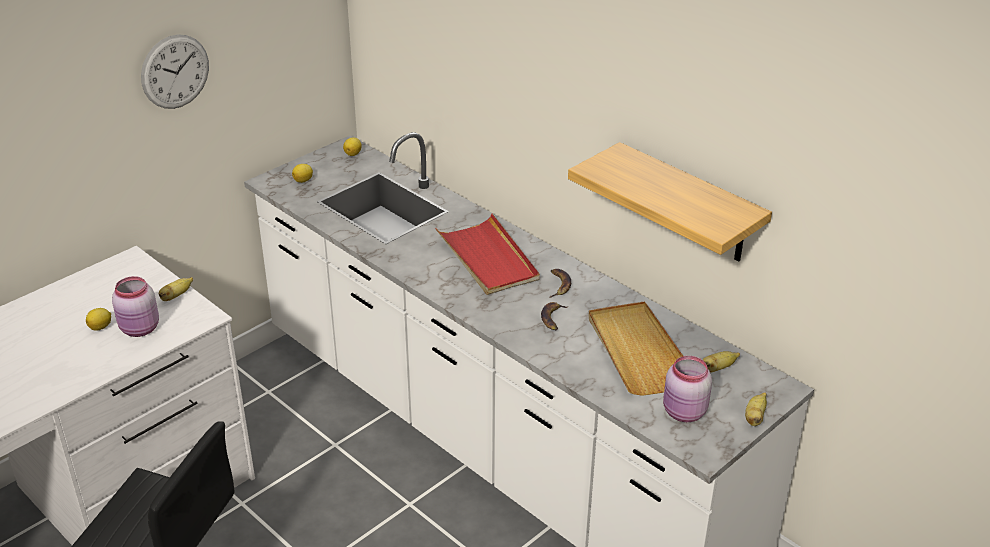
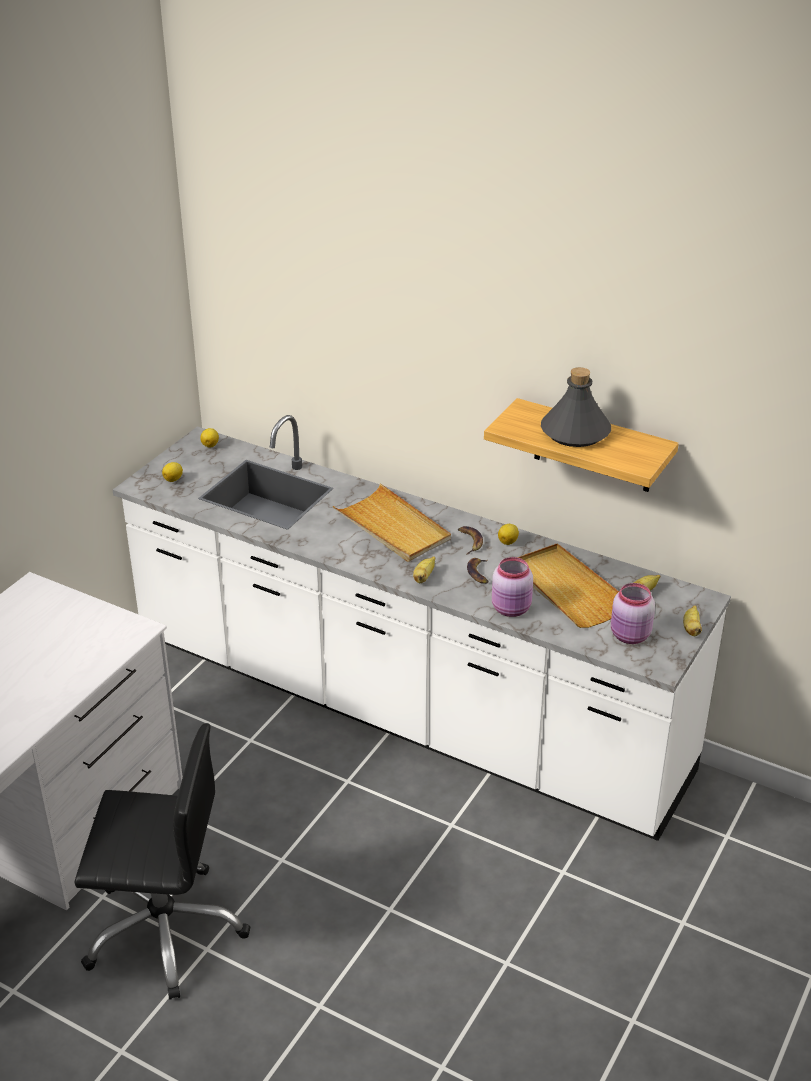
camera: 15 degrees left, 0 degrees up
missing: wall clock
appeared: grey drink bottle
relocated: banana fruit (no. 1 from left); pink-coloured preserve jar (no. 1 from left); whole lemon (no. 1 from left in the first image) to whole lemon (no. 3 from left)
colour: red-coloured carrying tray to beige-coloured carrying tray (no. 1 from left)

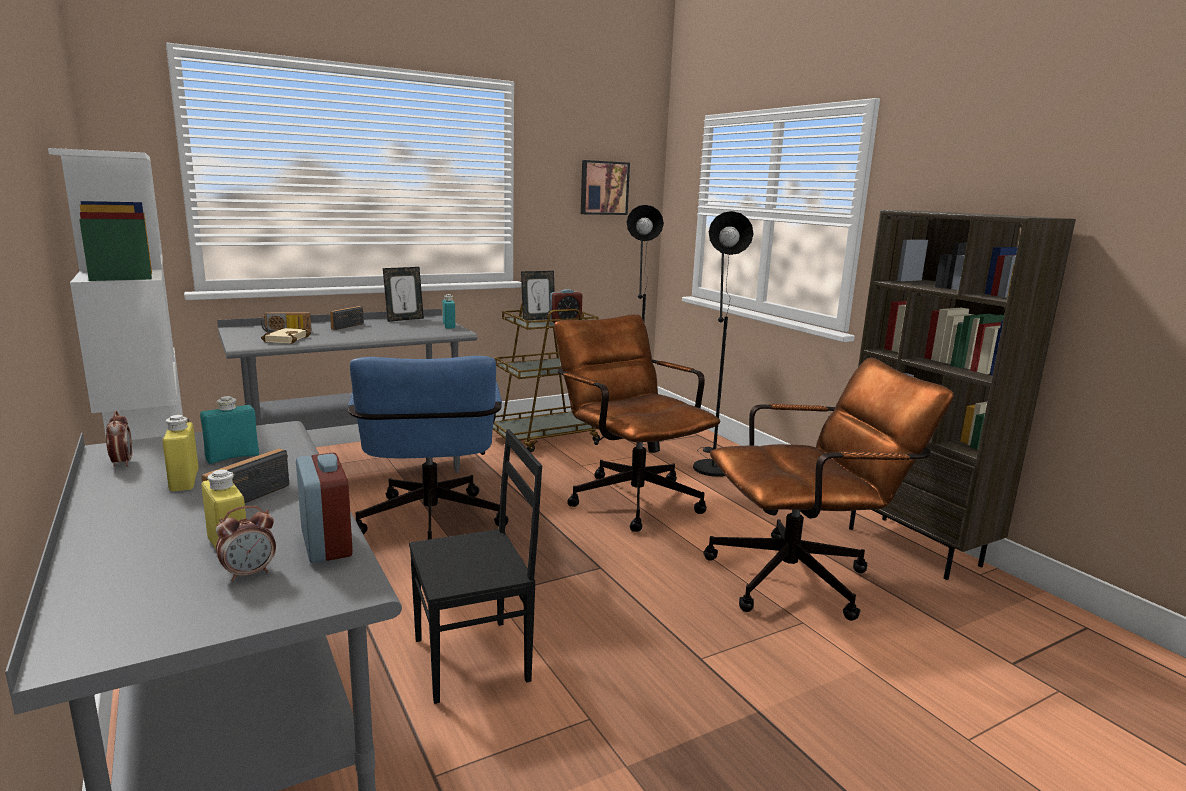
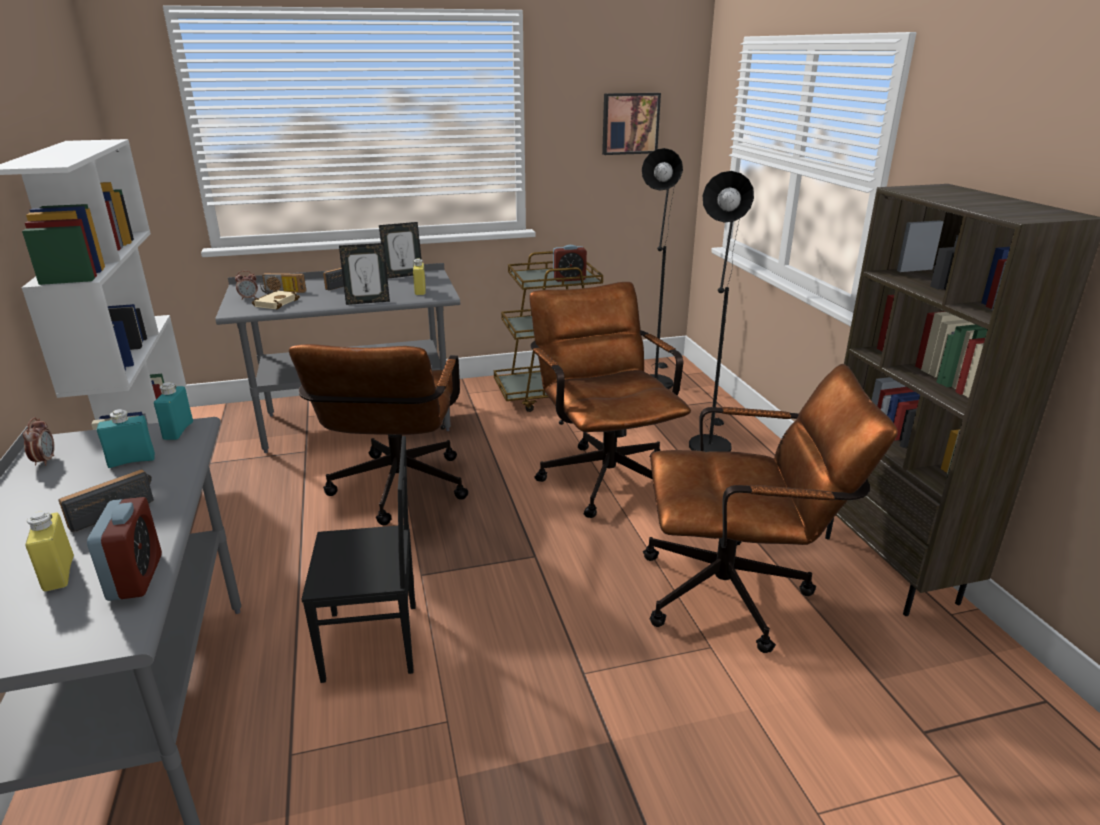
camera: 15 degrees right, 10 degrees up
relocated: blue-green drink bottle (no. 2 from left); bedside clock (no. 2 from left in the first image) to bedside clock (no. 3 from left); standing frame (no. 2 from left in the first image) to standing frame (no. 1 from left); yellow-coloured drink bottle (no. 1 from left in the first image) to yellow-coloured drink bottle (no. 2 from left)
colour: bluish desk chair to brown desk chair (no. 1 from left)

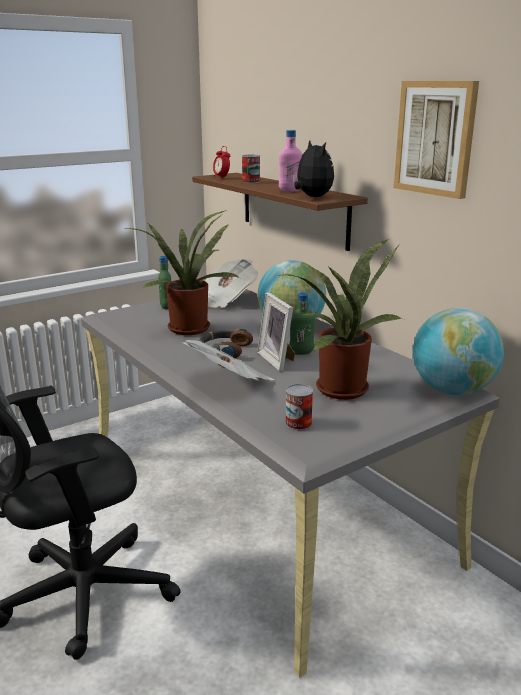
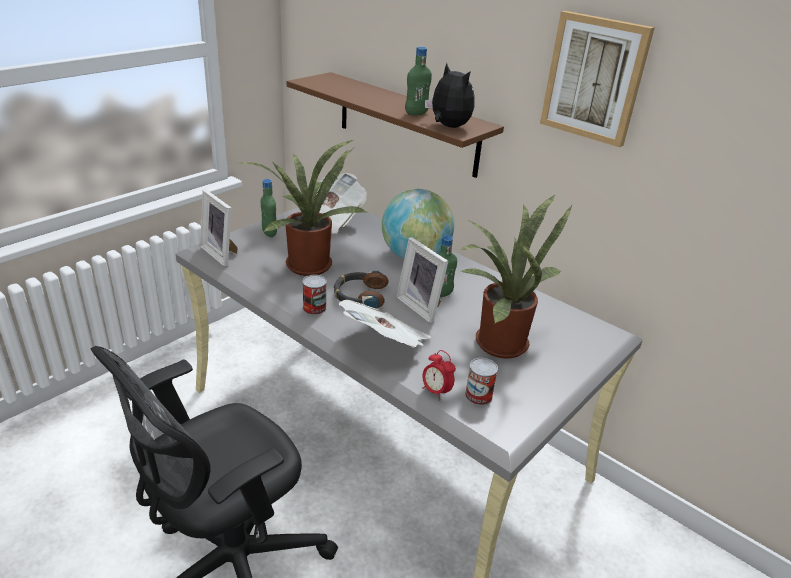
camera: 15 degrees left, 10 degrees up
missing: world globe (no. 2 from left)
appeared: standing frame (no. 1 from left)
relocated: sealed can (no. 1 from left); bedside clock
colour: pink-coloured drink bottle to green-coloured drink bottle (no. 2 from left)

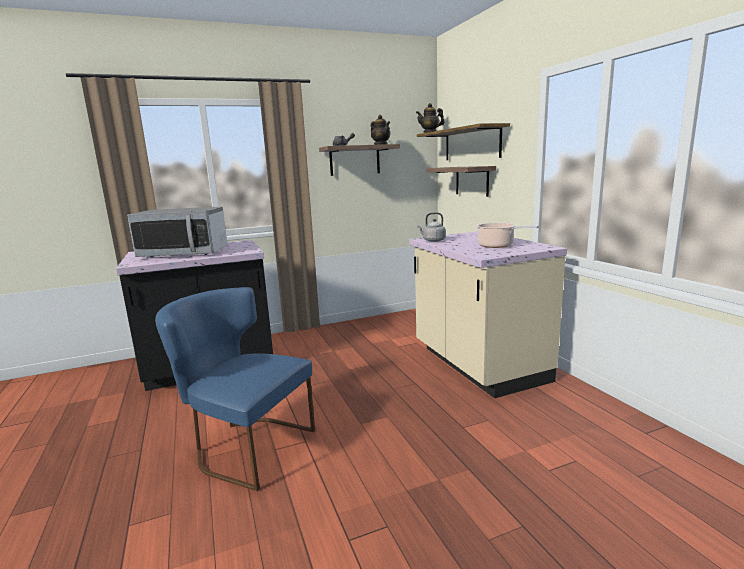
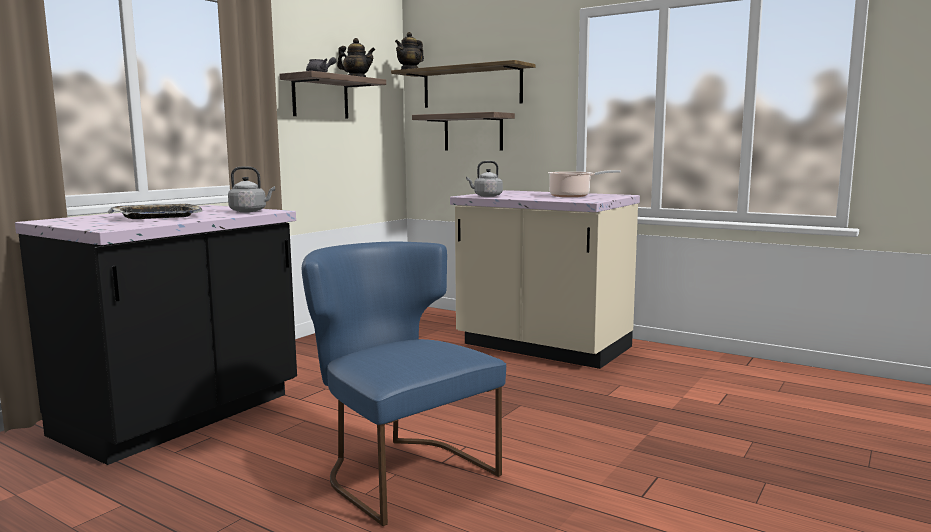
camera: 35 degrees left, 5 degrees down
appeared: grey water kettle (no. 1 from left)
exchanged: microwave oven to carrying tray
spun: bluish upright chair 60 degrees clockwise

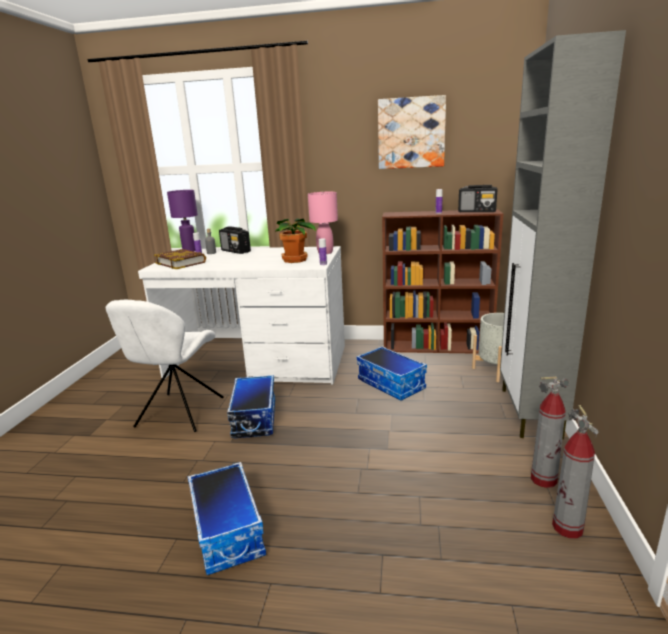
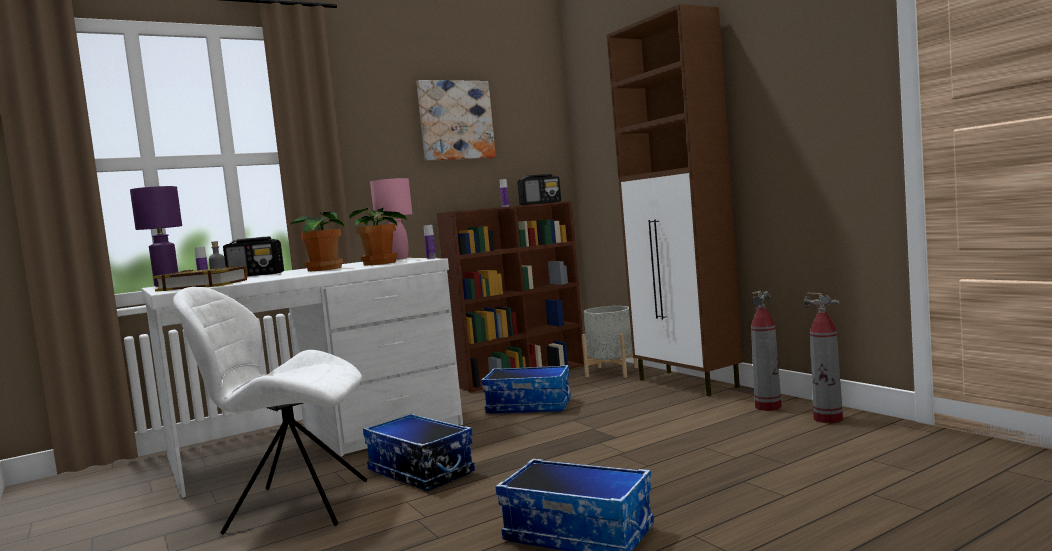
camera: 40 degrees left, 15 degrees down
appeared: houseplant (no. 1 from left)
colour: grey storage cabinet to brown storage cabinet
spun: white upright chair 120 degrees clockwise

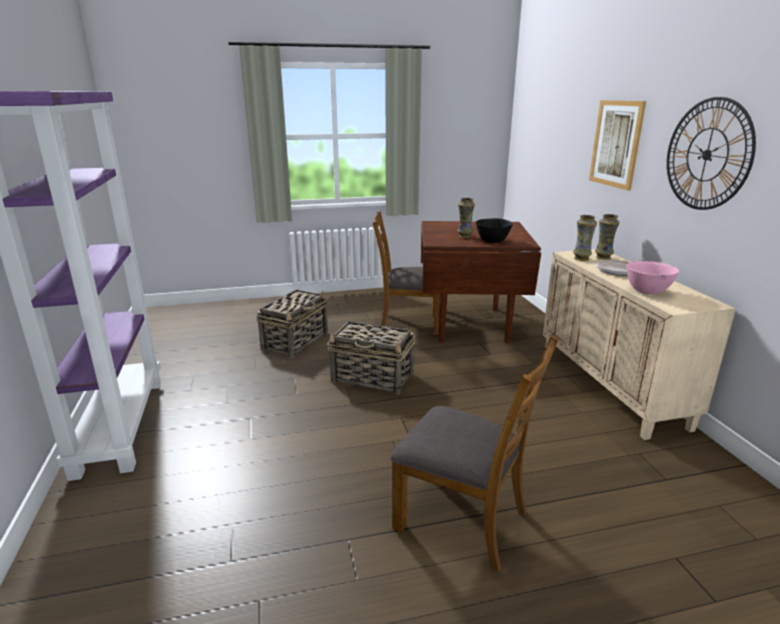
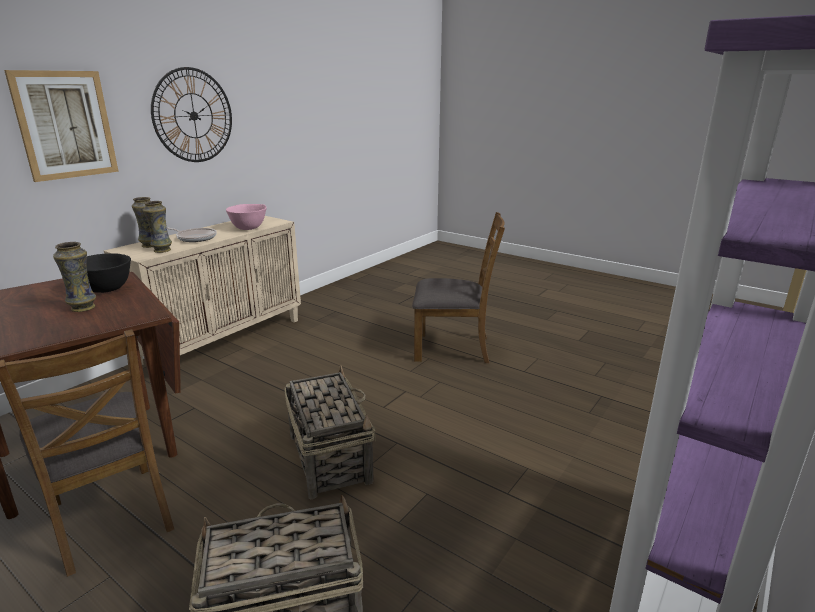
camera: 130 degrees left, 0 degrees up
spun: brown upright chair (no. 2 from left) 105 degrees clockwise

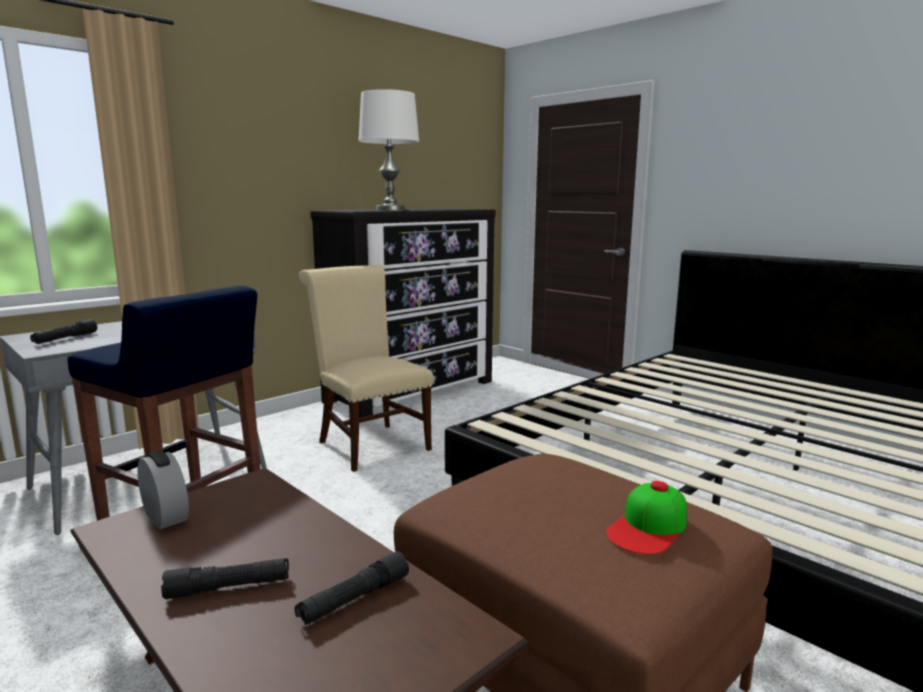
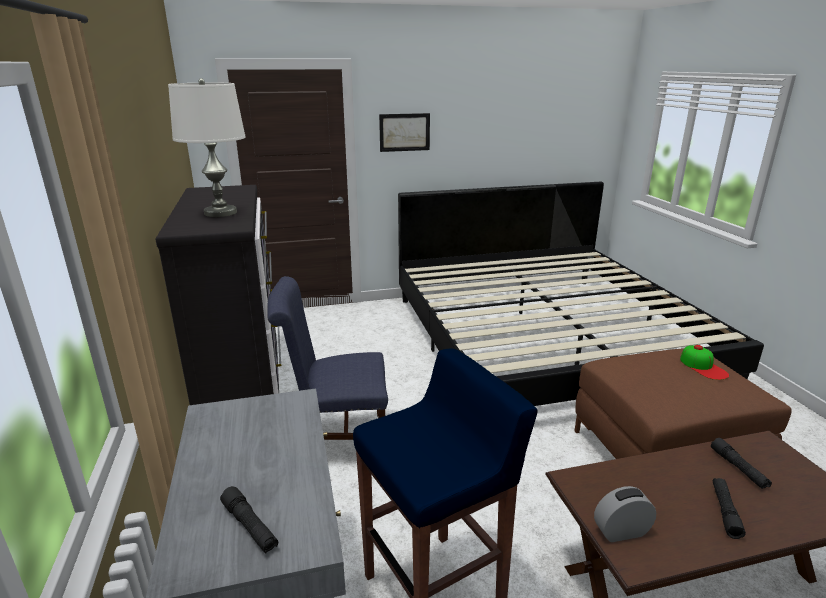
camera: 60 degrees left, 10 degrees up
appeared: picture
colour: beige-coloured upright chair to bluish upright chair

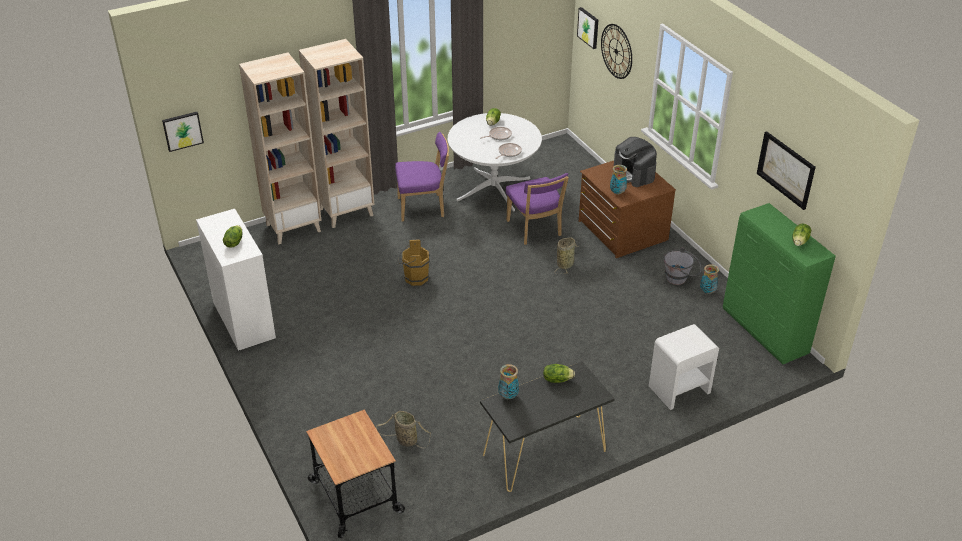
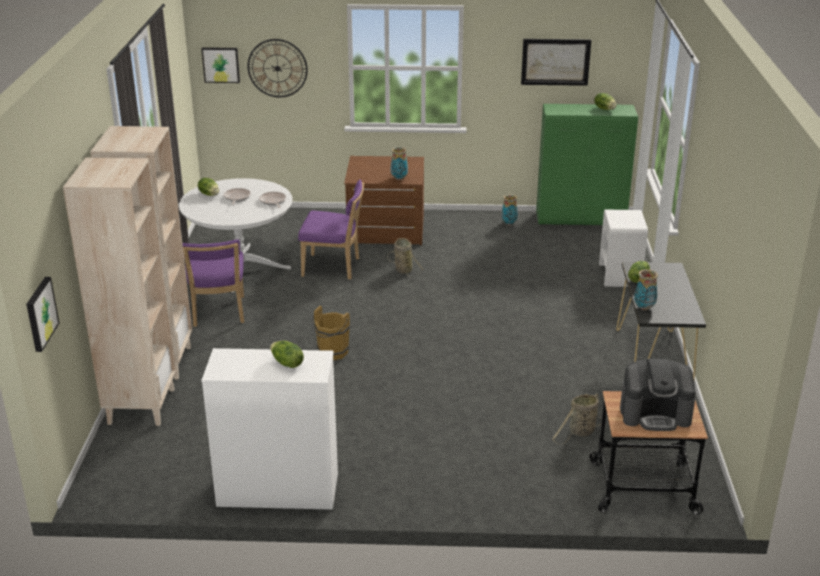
camera: 60 degrees left, 10 degrees down
missing: grey water bucket
relocated: coffee machine
spun: purple upright chair (no. 1 from left) 150 degrees clockwise

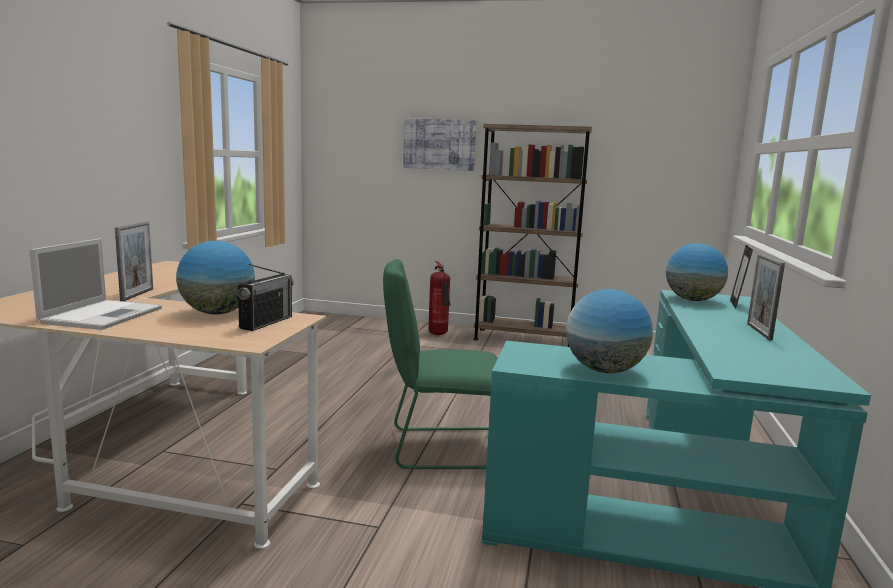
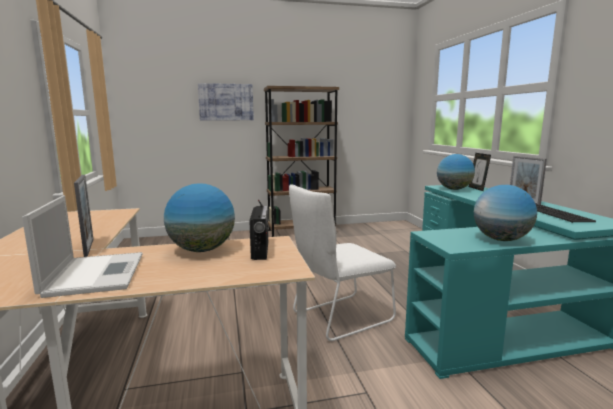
camera: 25 degrees left, 0 degrees up
missing: extinguisher
appeared: keyboard
colour: green-coloured upright chair to white upright chair

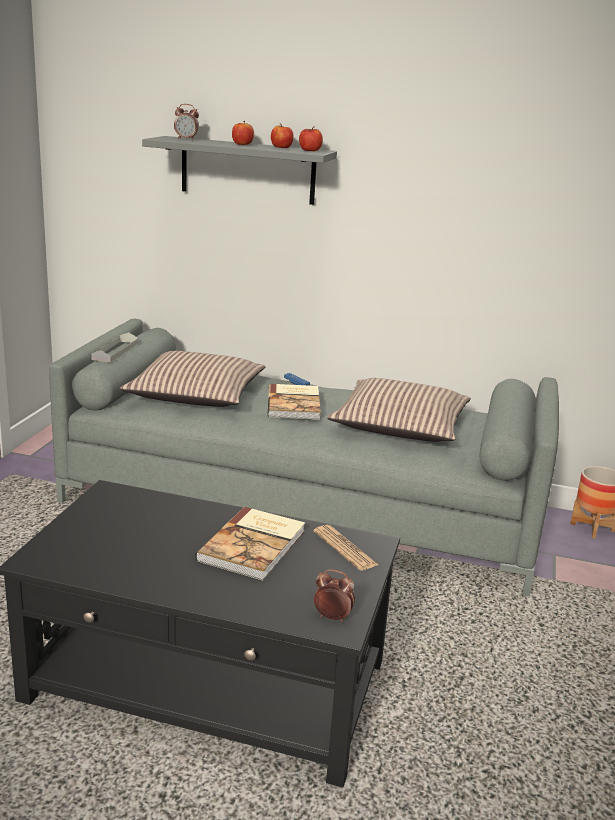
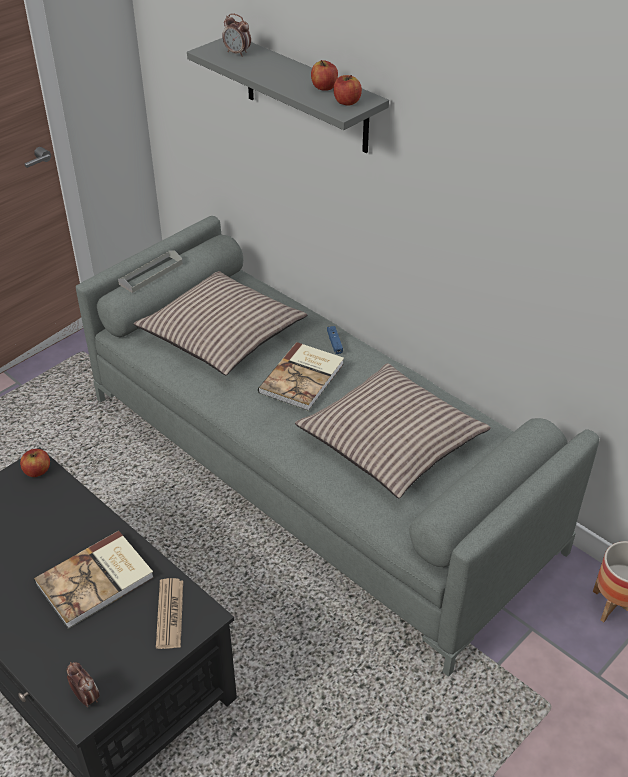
camera: 30 degrees right, 20 degrees up
relocated: apple (no. 1 from left)

